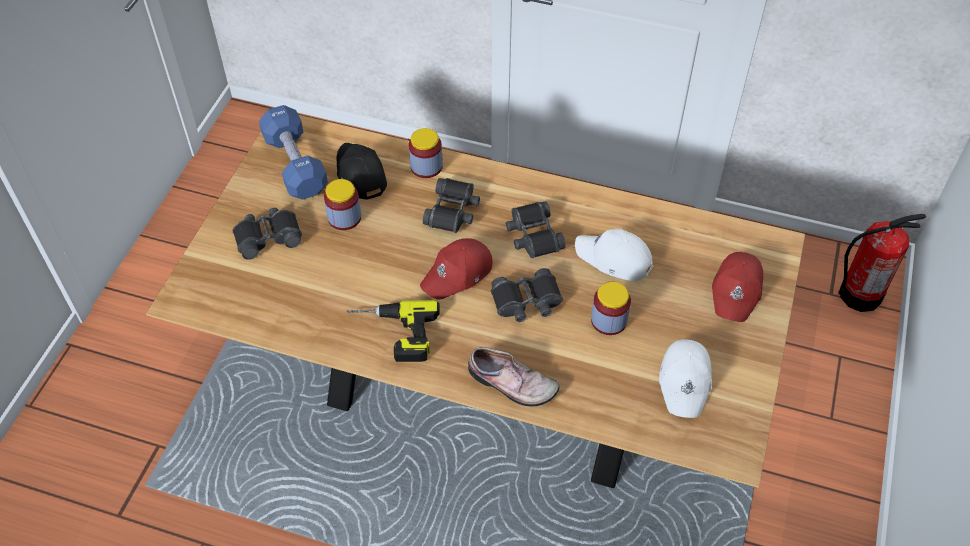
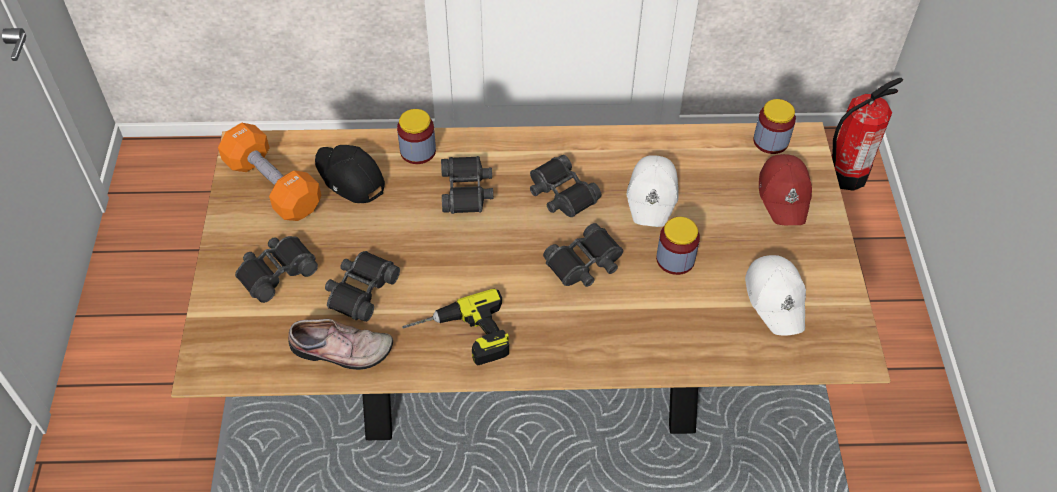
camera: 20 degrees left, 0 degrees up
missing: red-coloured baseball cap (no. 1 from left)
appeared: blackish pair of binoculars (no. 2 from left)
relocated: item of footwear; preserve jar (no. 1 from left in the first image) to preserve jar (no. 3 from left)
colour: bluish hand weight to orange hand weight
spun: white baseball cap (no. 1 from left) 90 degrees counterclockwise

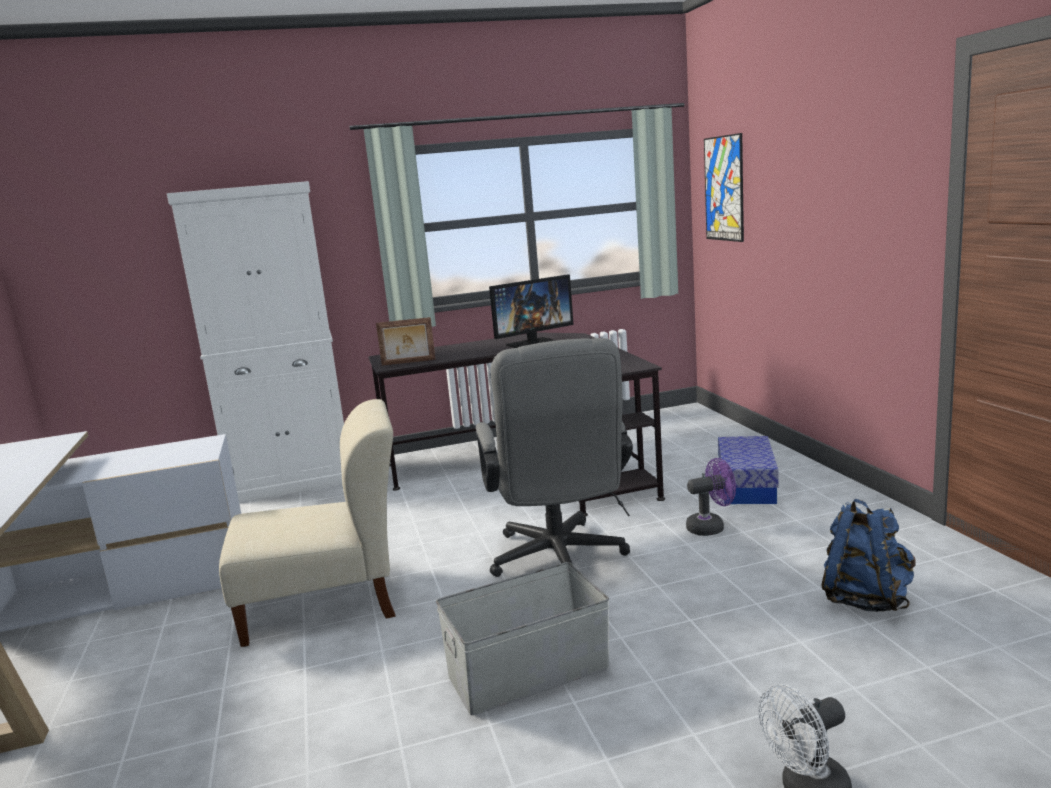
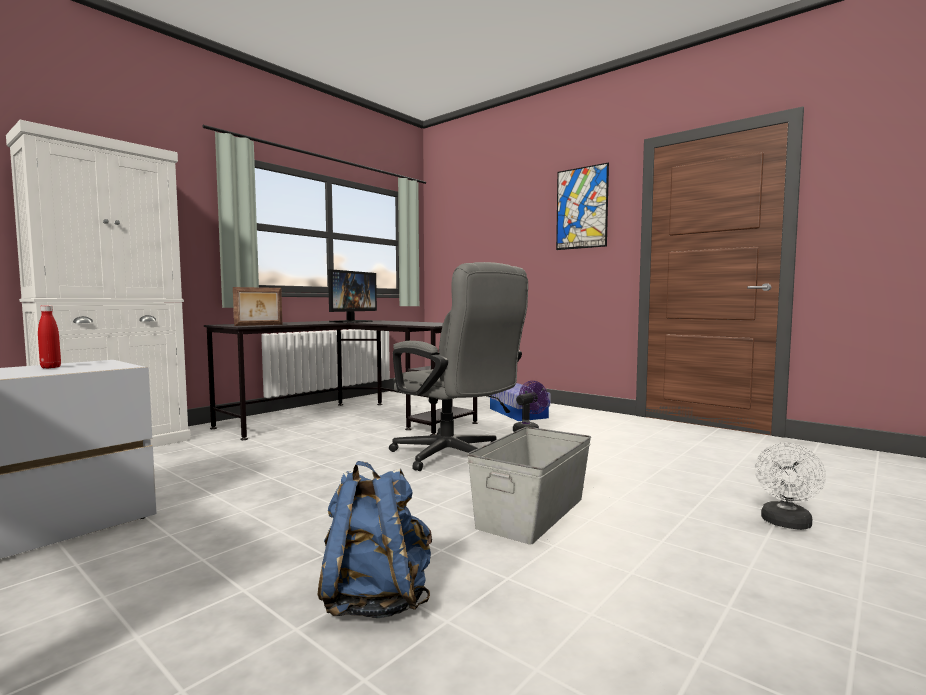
camera: 35 degrees left, 10 degrees down
missing: beige-coloured upright chair
appeared: red-coloured drink bottle
relocated: bluish rucksack; picture

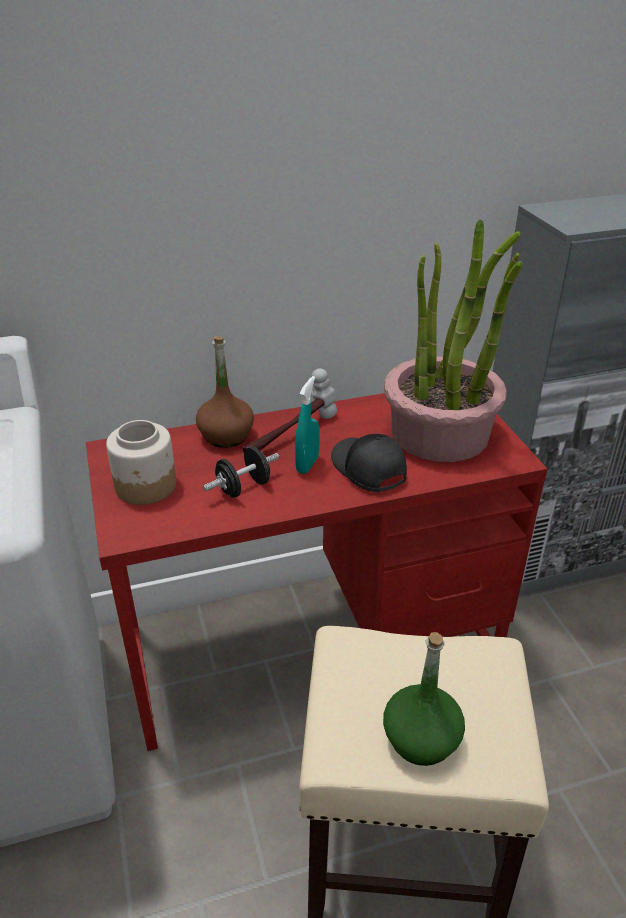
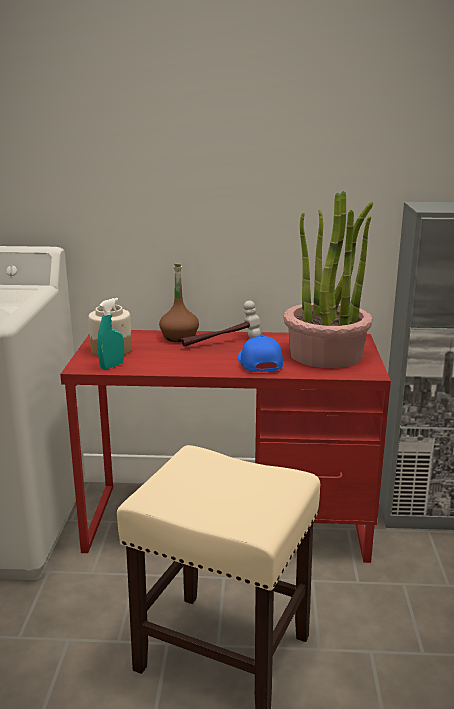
camera: 20 degrees right, 15 degrees down
missing: blackish hand weight; green-coloured drink bottle
relocated: blue-green spray bottle
colour: blackish baseball cap to bluish baseball cap

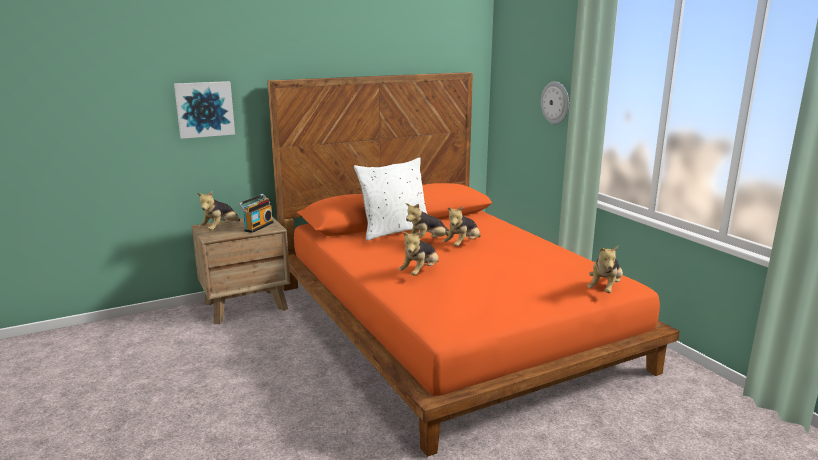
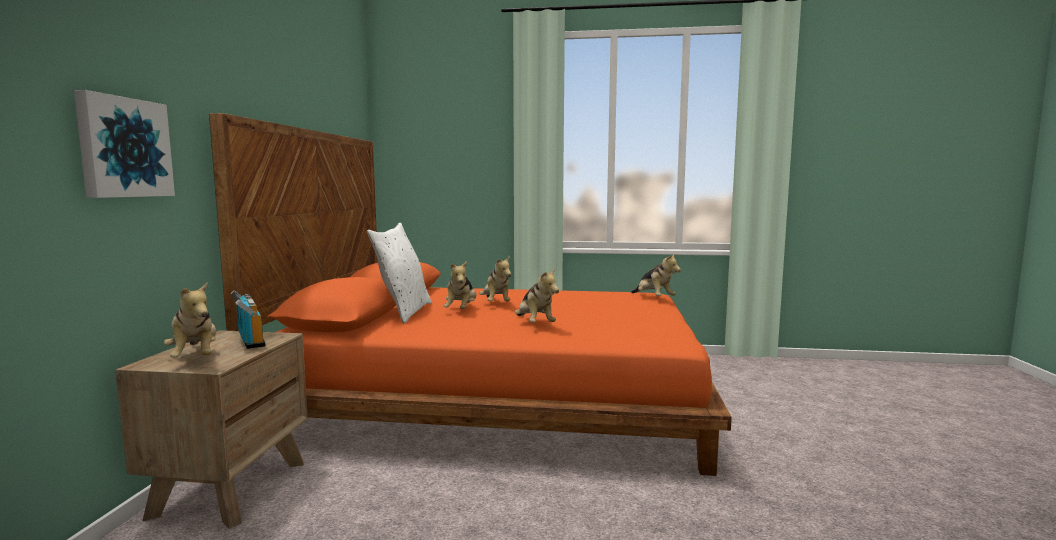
camera: 55 degrees left, 10 degrees down
missing: wall clock

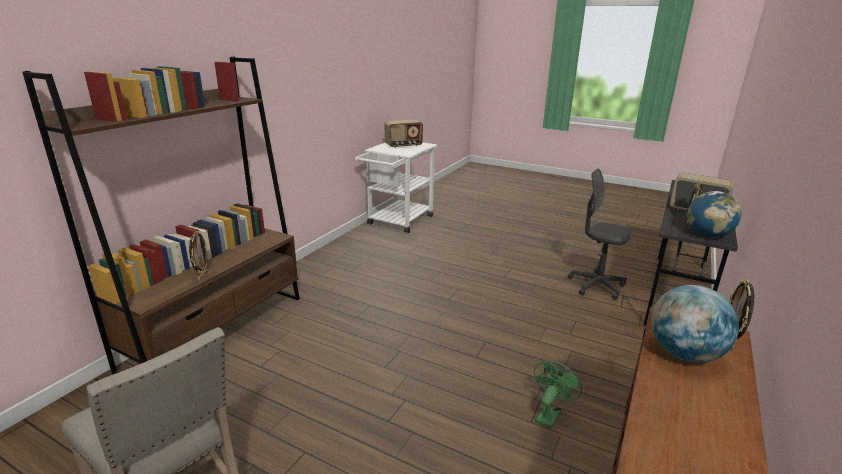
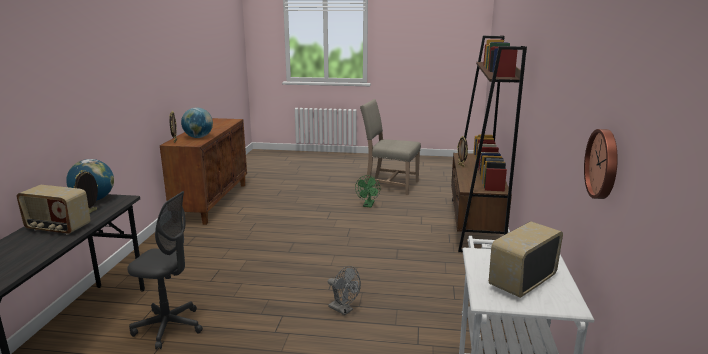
camera: 160 degrees right, 5 degrees down
appeared: grey electric fan; wall clock
relocated: green-coloured electric fan

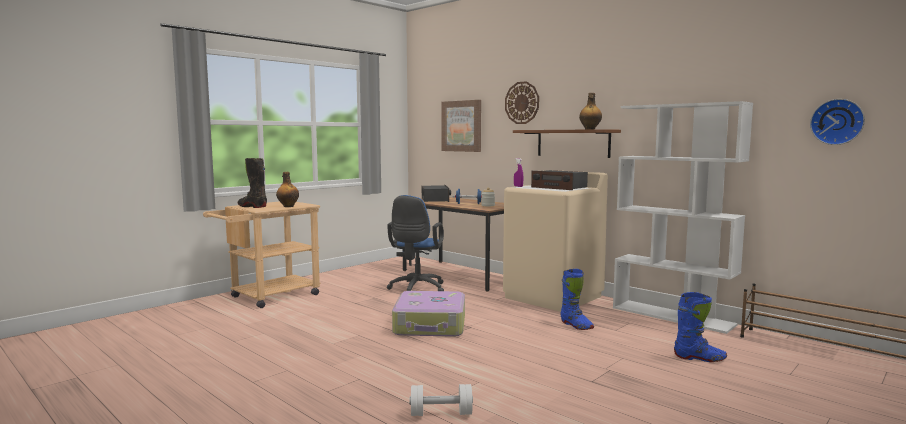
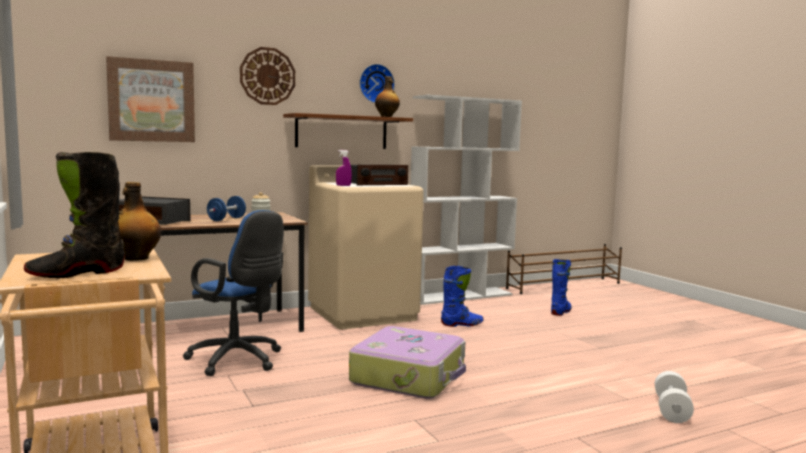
camera: 70 degrees left, 0 degrees up
relocated: wall clock (no. 2 from left)

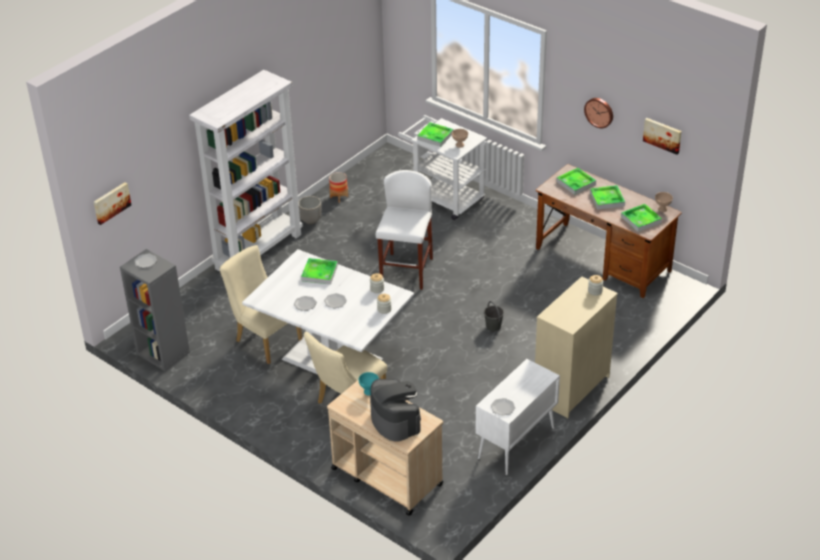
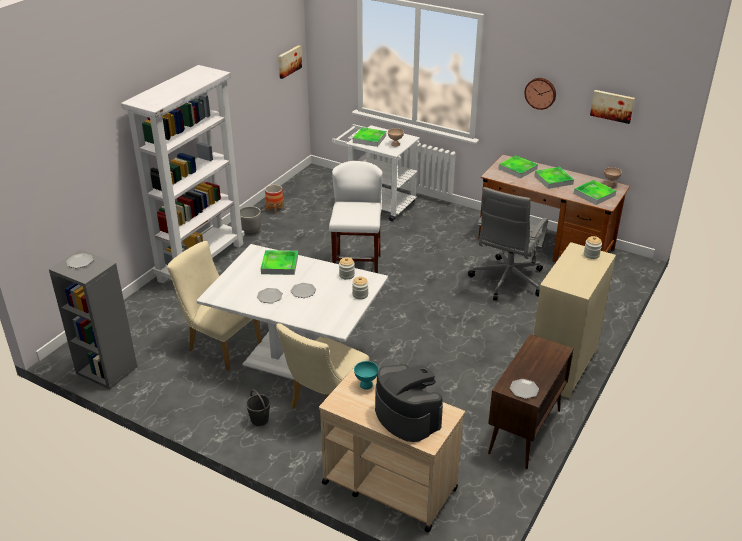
camera: 10 degrees left, 5 degrees down
appeared: grey desk chair
relocated: grey water bucket; picture (no. 1 from left)
colour: white storage cabinet to brown storage cabinet

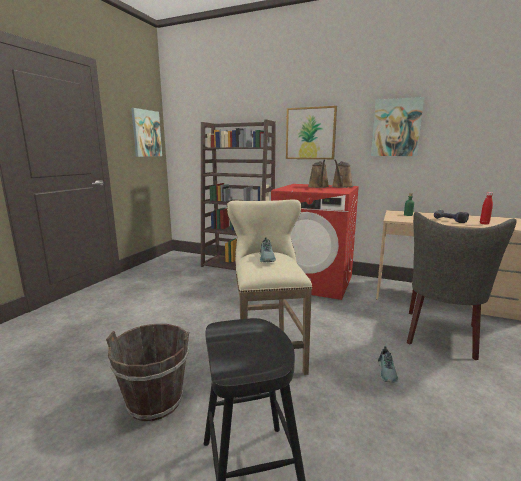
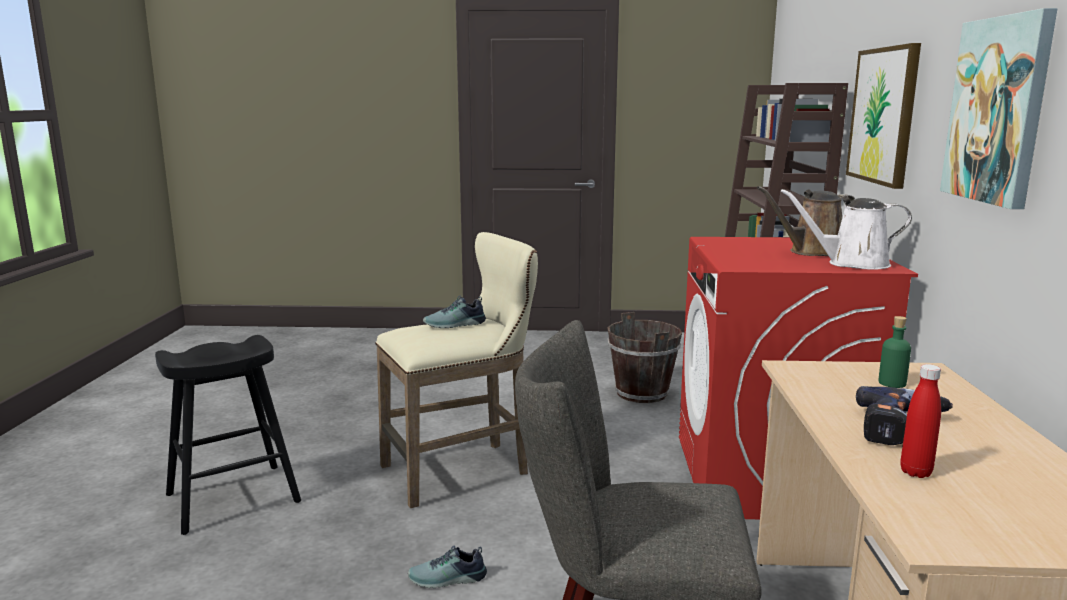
camera: 70 degrees right, 0 degrees up
missing: picture (no. 1 from left)
relocated: brown water bucket
colour: brown sprinkling can (no. 2 from left) to white sprinkling can

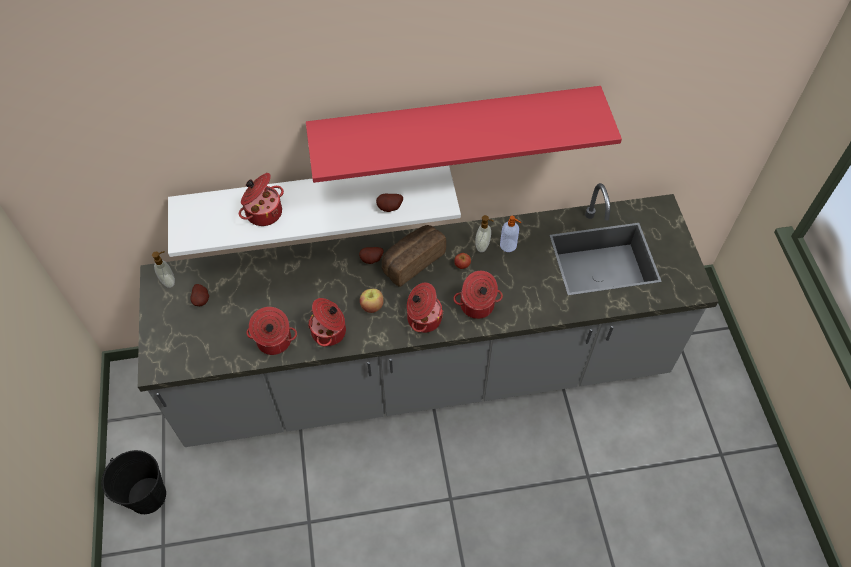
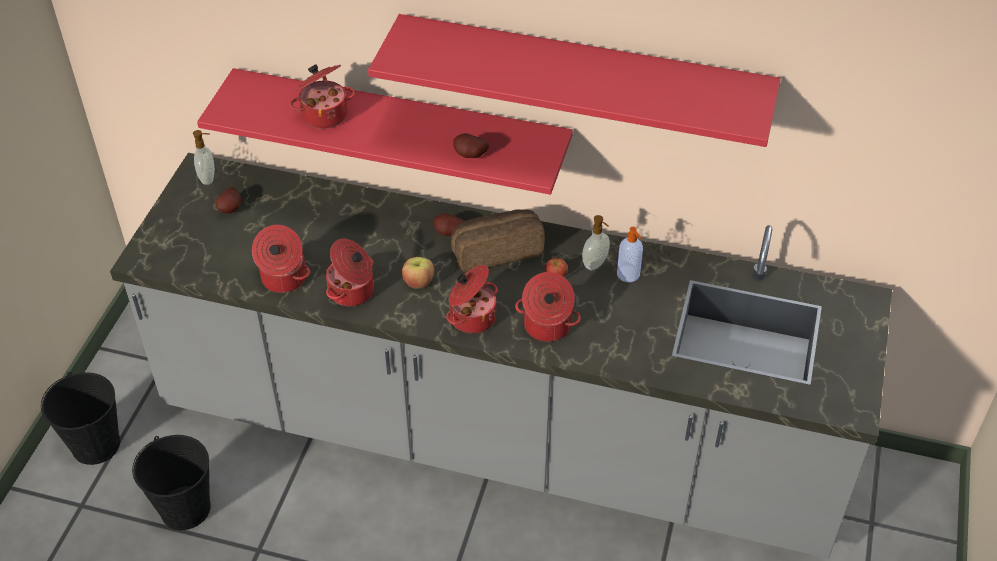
camera: 25 degrees right, 10 degrees down
appeared: blackish water bucket (no. 2 from left)
colour: white shelf to red-coloured shelf (no. 1 from left)

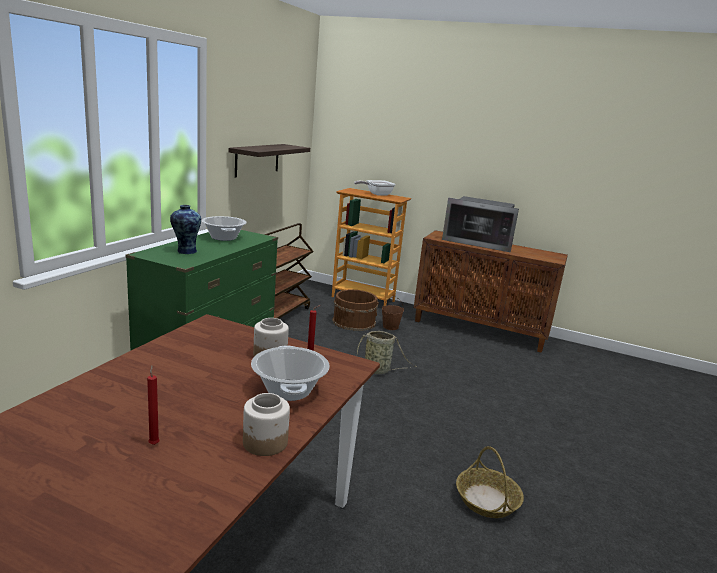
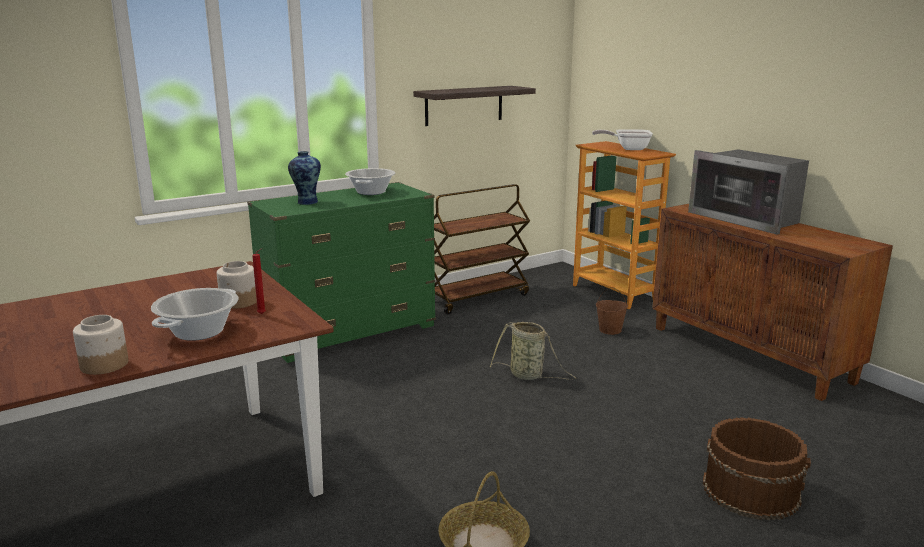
camera: 35 degrees right, 0 degrees up
missing: red-coloured wax light (no. 1 from left)
relocated: brown water bucket (no. 1 from left in the first image) to brown water bucket (no. 2 from left)

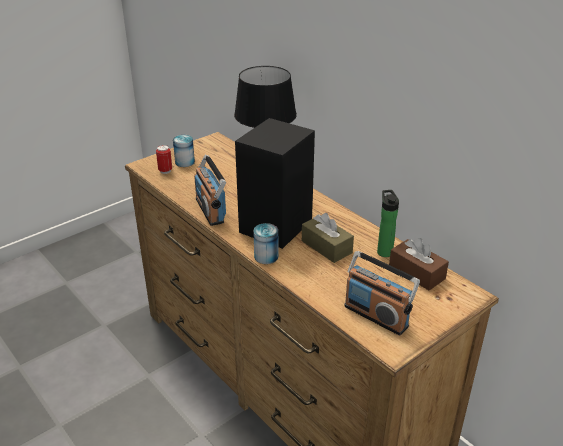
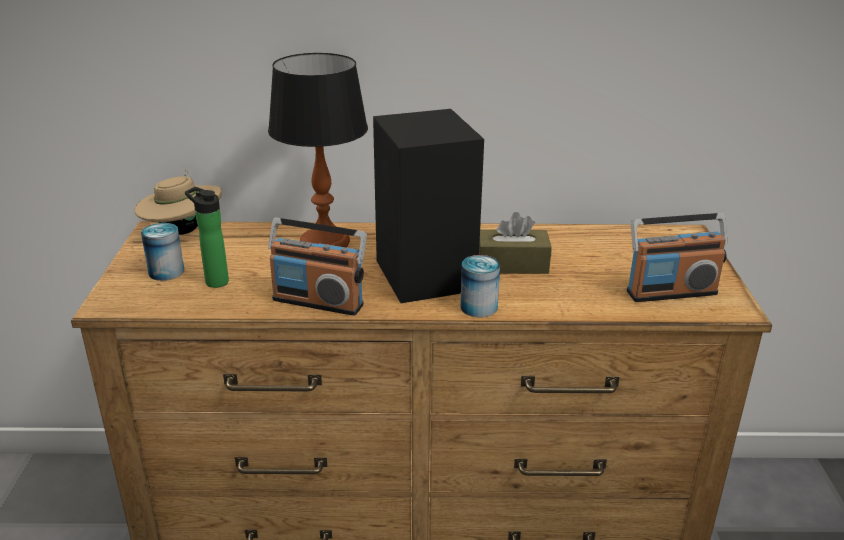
camera: 50 degrees left, 5 degrees down
missing: sealed can (no. 1 from left); brown tissue holder (no. 2 from left)
appeared: beige-coloured wearable hat
relocated: drink bottle

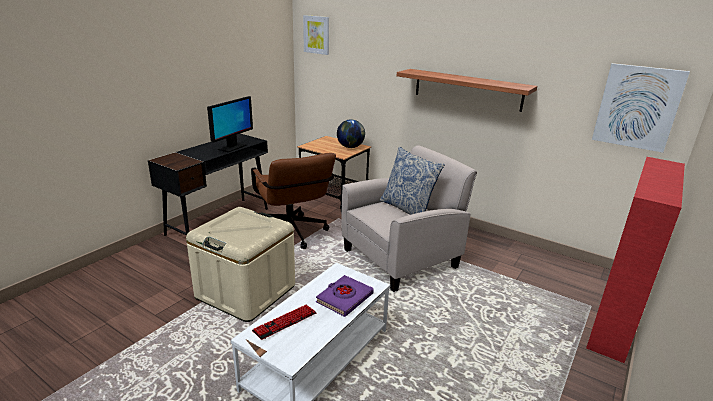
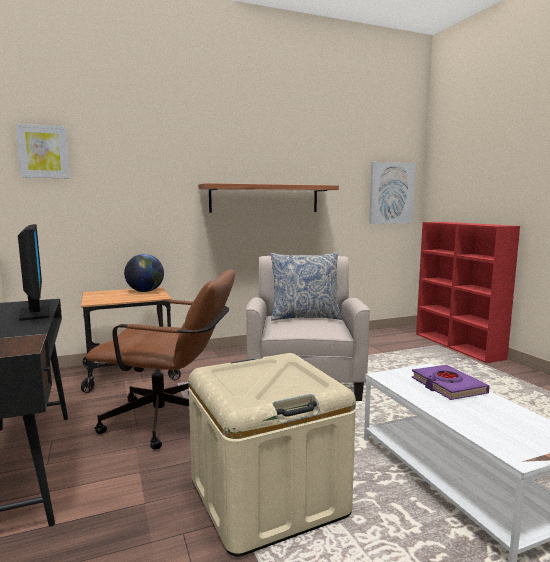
camera: 55 degrees left, 15 degrees down
missing: keyboard

